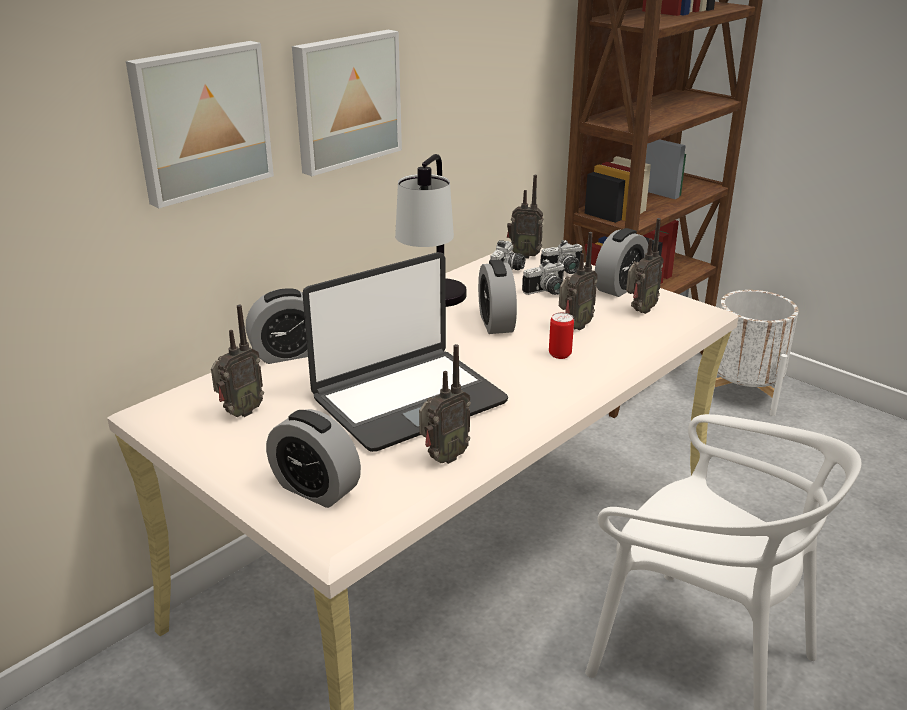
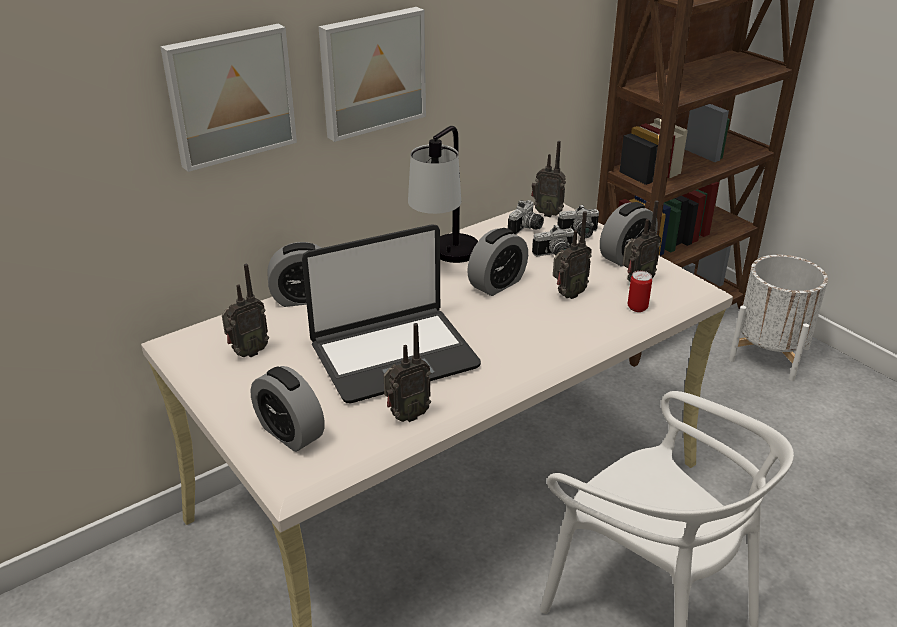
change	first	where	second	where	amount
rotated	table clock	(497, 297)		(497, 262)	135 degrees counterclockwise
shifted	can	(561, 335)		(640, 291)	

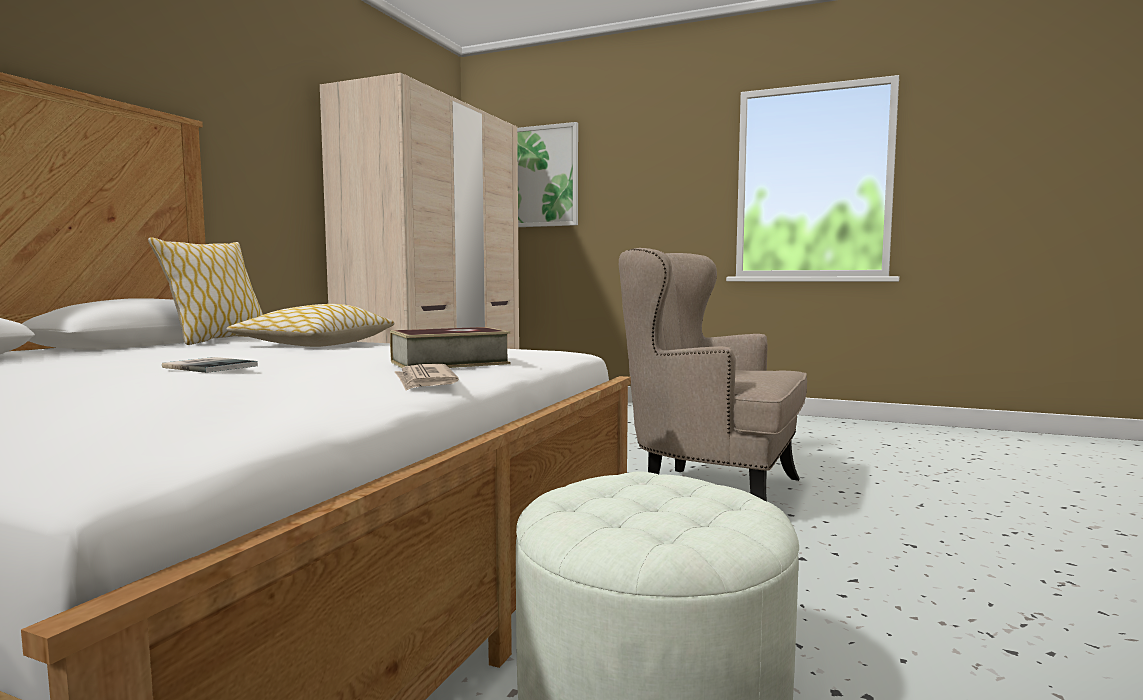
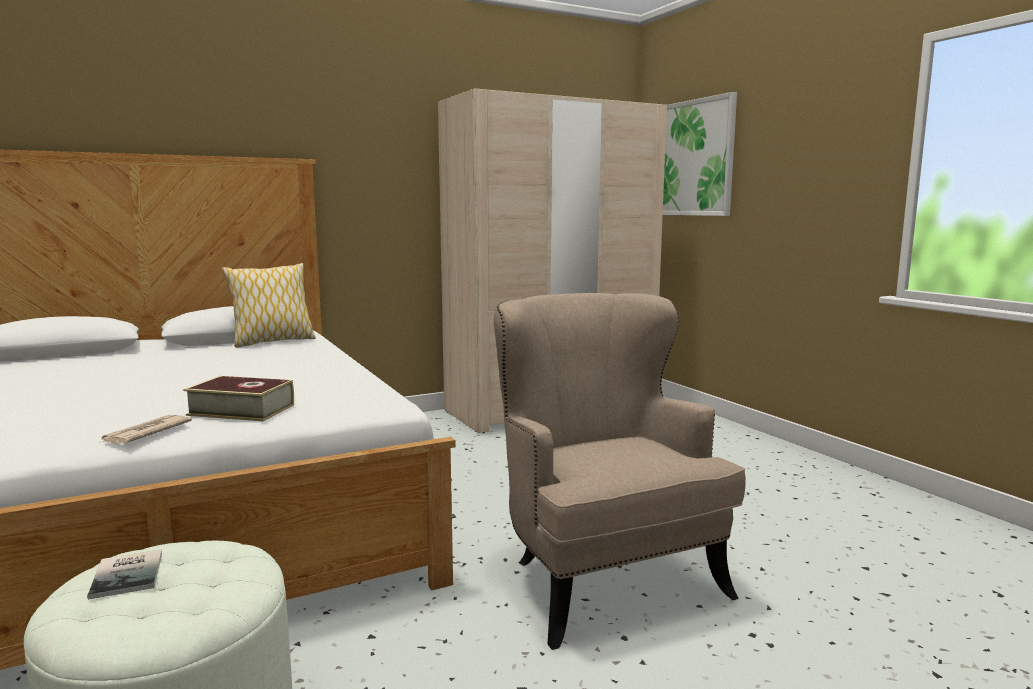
change	first	where	second	where	amount
shifted	volume	(210, 365)		(124, 574)	
gone	throw pillow	(311, 325)			

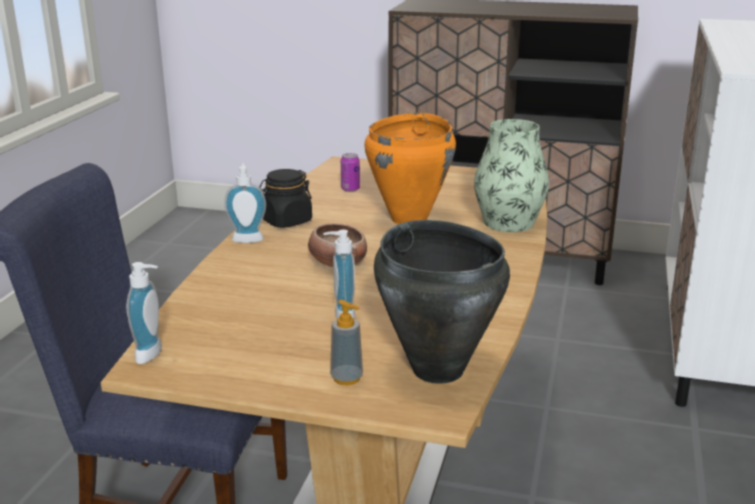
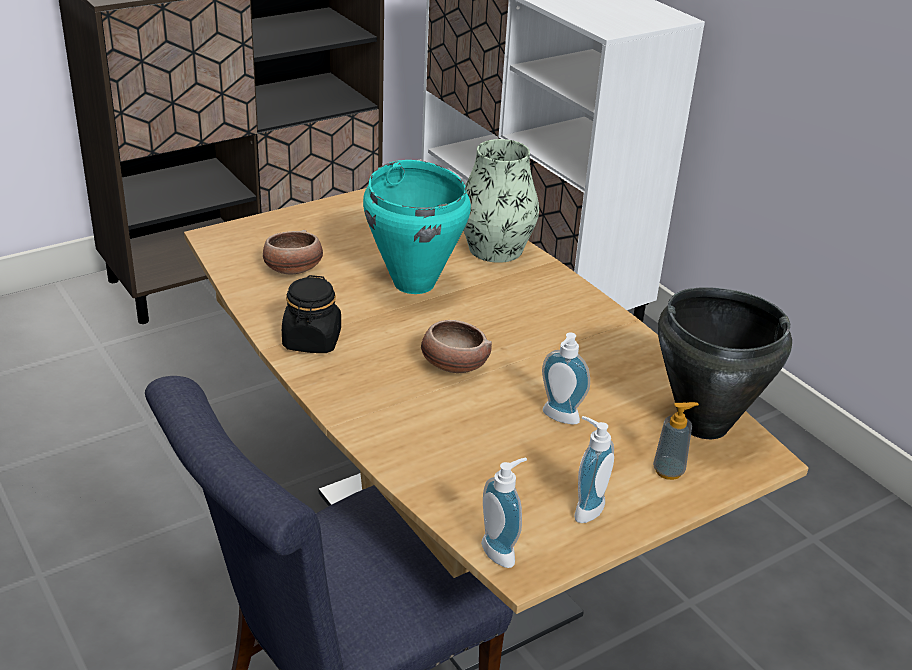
change	first	where	second	where	amount
shifted	soap dispenser	(245, 203)		(594, 469)	
swapped	can	(350, 172)	bowl	(293, 252)	
repainted	orange stockpot	(410, 168)	blue-green stockpot	(417, 227)	

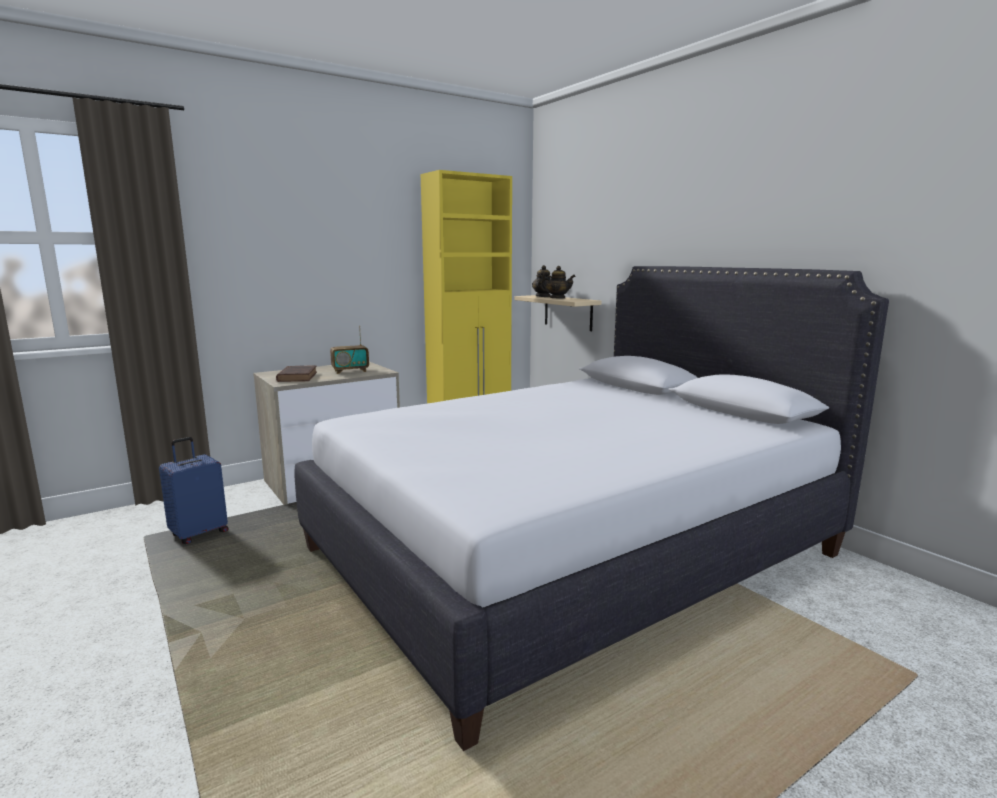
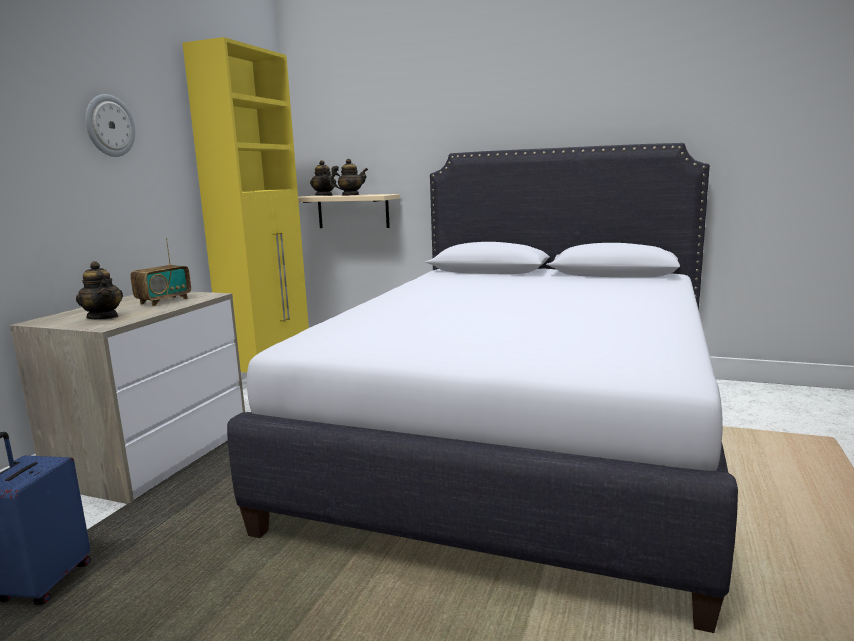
change	first	where	second	where	amount
swapped	brownish volume	(296, 373)	pot for tea	(99, 290)	
new			clock on the wall	(110, 125)	

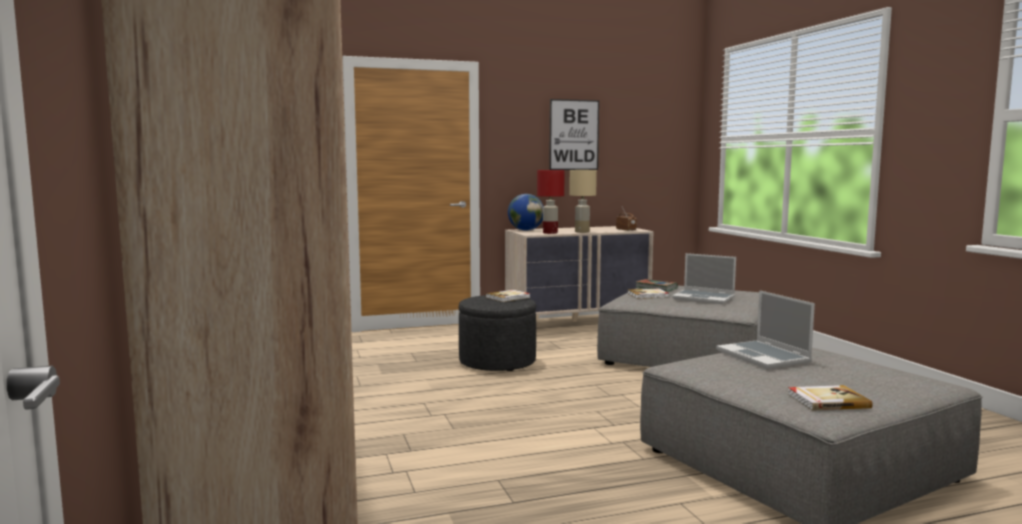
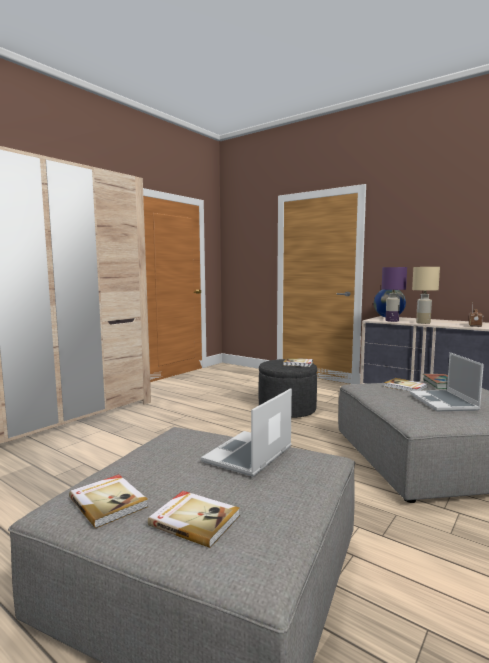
change	first	where	second	where	amount
repainted	red table lamp	(551, 202)	purple table lamp	(394, 294)	
gone	picture	(574, 134)			
new			volume	(194, 519)	

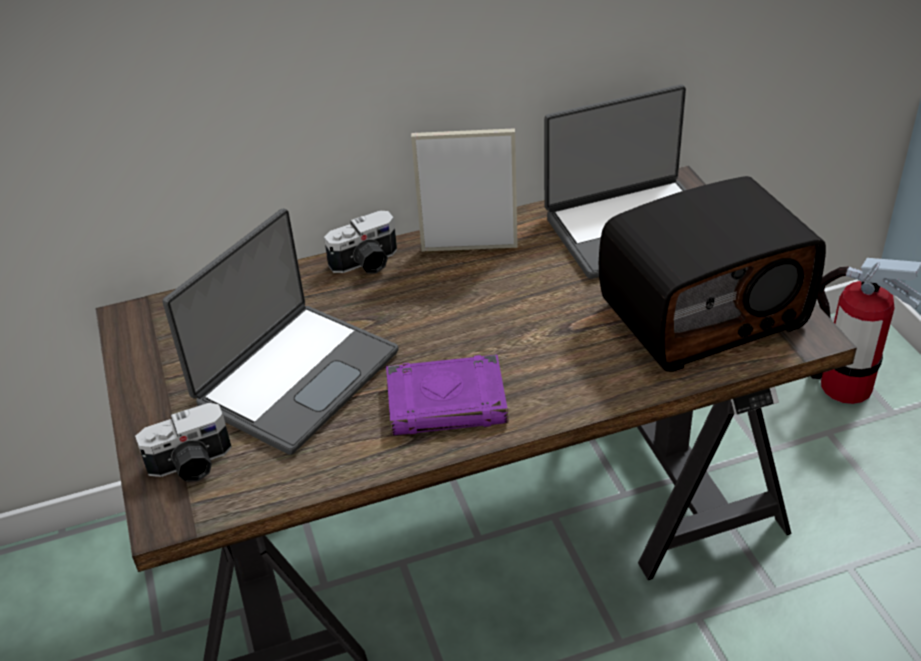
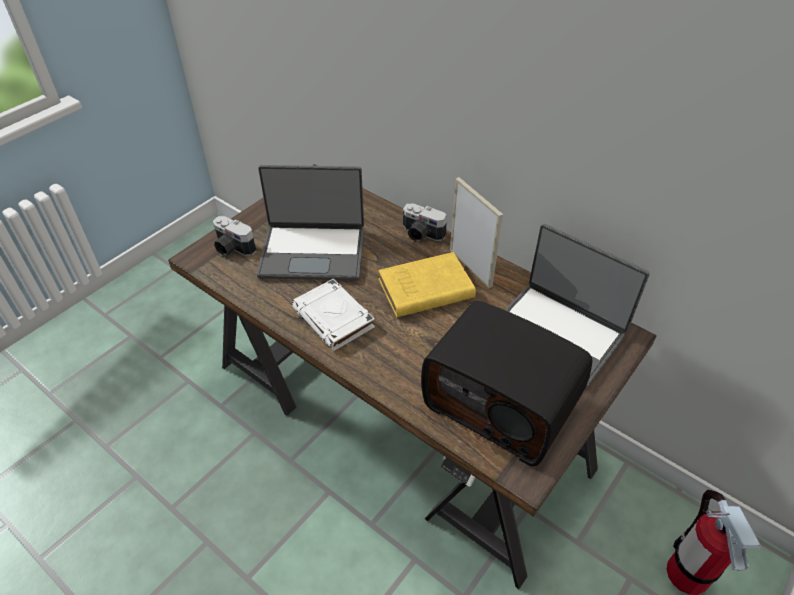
change	first	where	second	where	amount
repainted	purple volume	(447, 395)	white-coloured volume	(333, 315)	
new			yellow volume	(427, 285)	

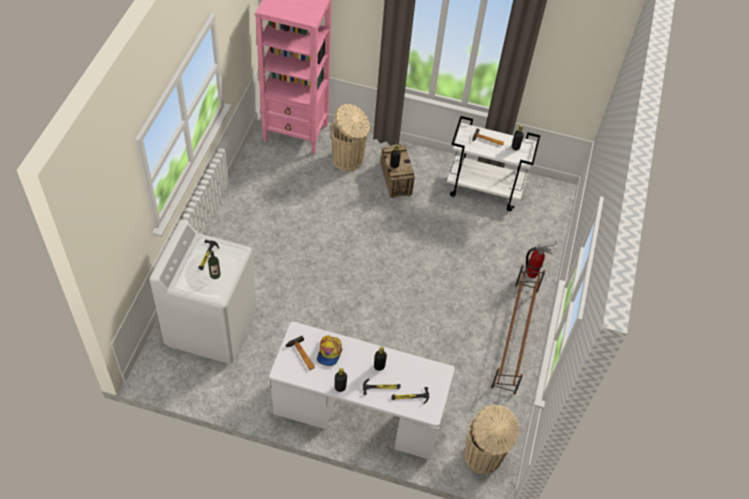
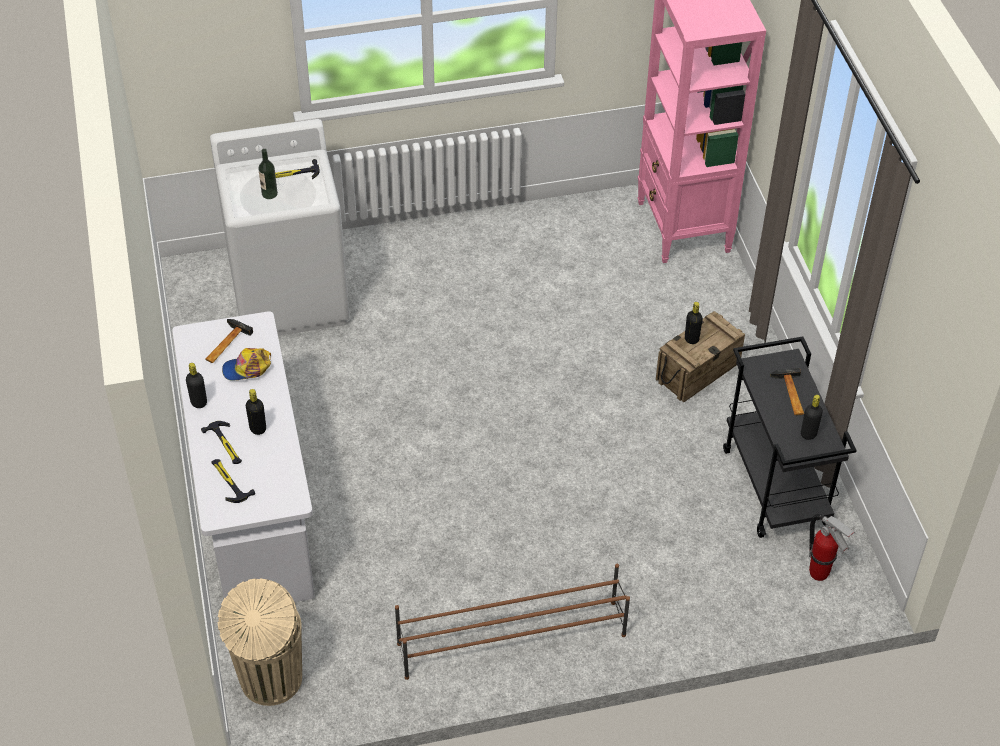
change	first	where	second	where	amount
gone	beige waste bin	(350, 137)			
repainted	white-coloured wheeled cart	(494, 163)	blackish wheeled cart	(790, 437)	
shifted	fire extinguisher	(541, 259)		(832, 547)	

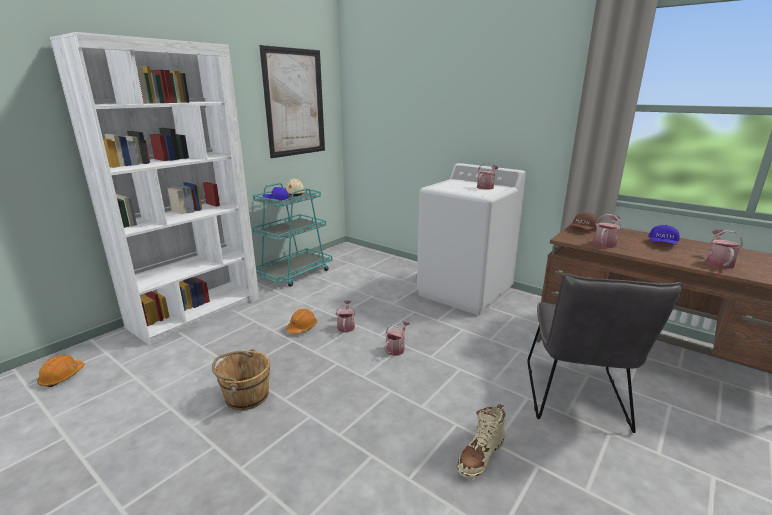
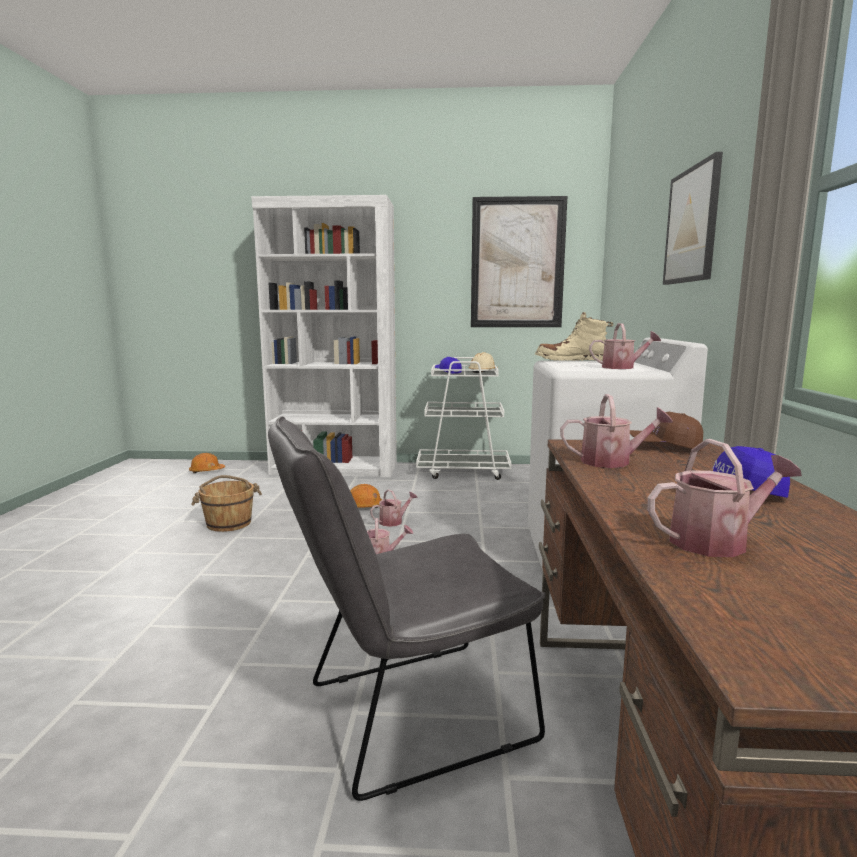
change	first	where	second	where	amount
repainted	blue-green wheeled cart	(292, 235)	white-coloured wheeled cart	(463, 418)	
shifted	beige tall boot	(481, 441)		(574, 336)	
new			picture	(693, 218)	

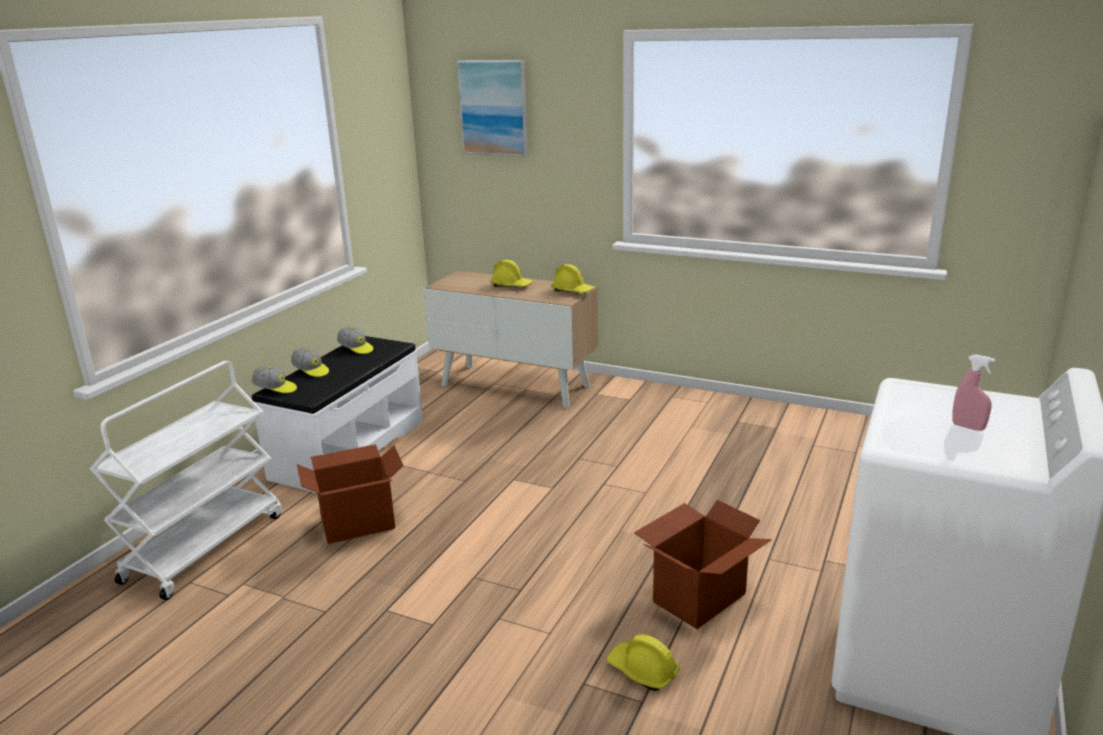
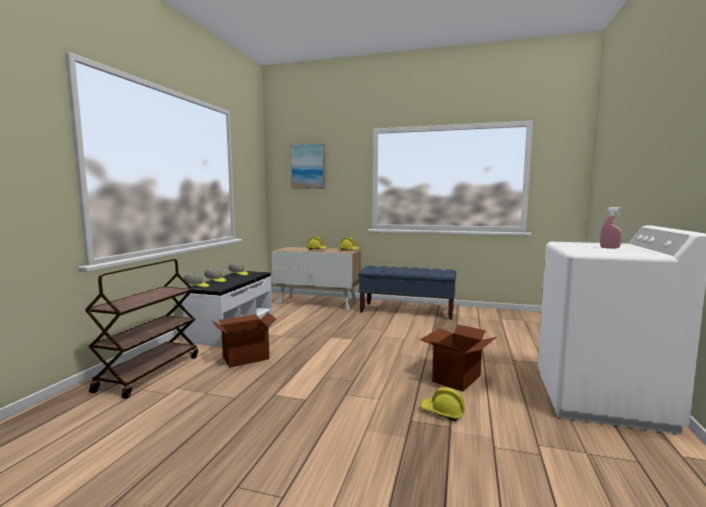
change	first	where	second	where	amount
repainted	white-coloured wheeled cart	(186, 480)	brownish wheeled cart	(141, 329)	
new			bluish long seat	(407, 293)	

